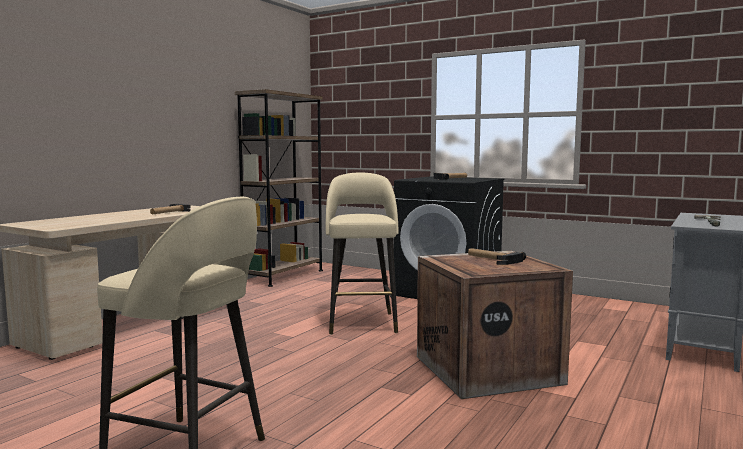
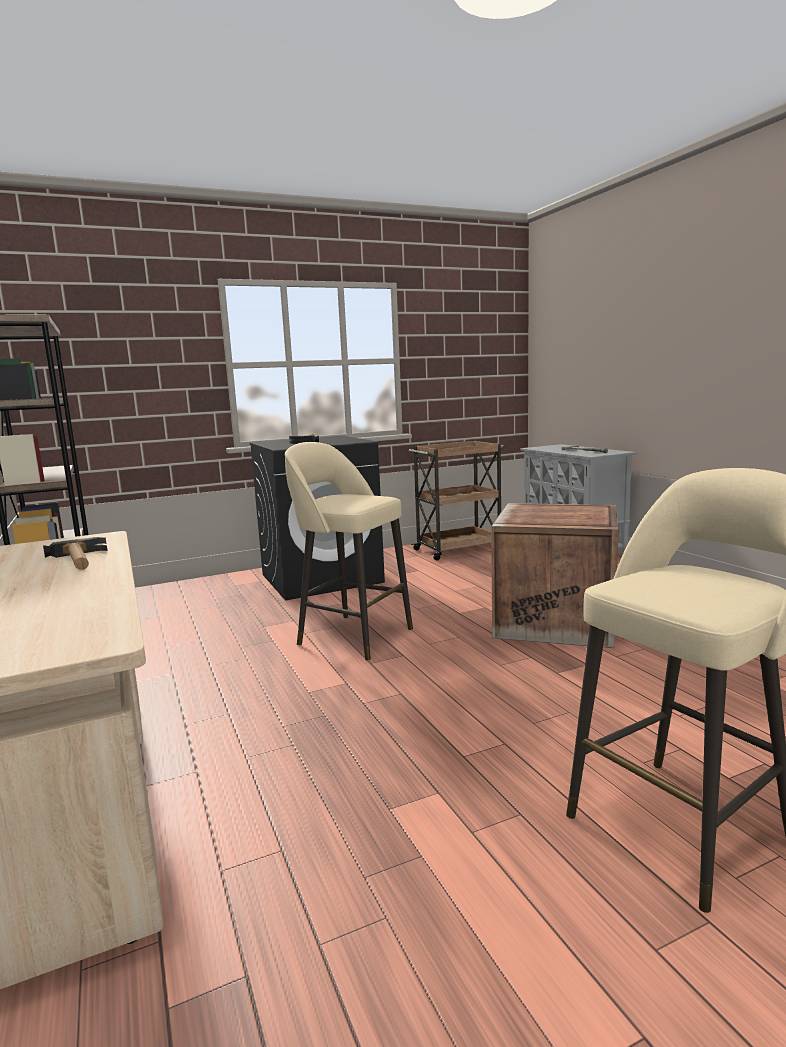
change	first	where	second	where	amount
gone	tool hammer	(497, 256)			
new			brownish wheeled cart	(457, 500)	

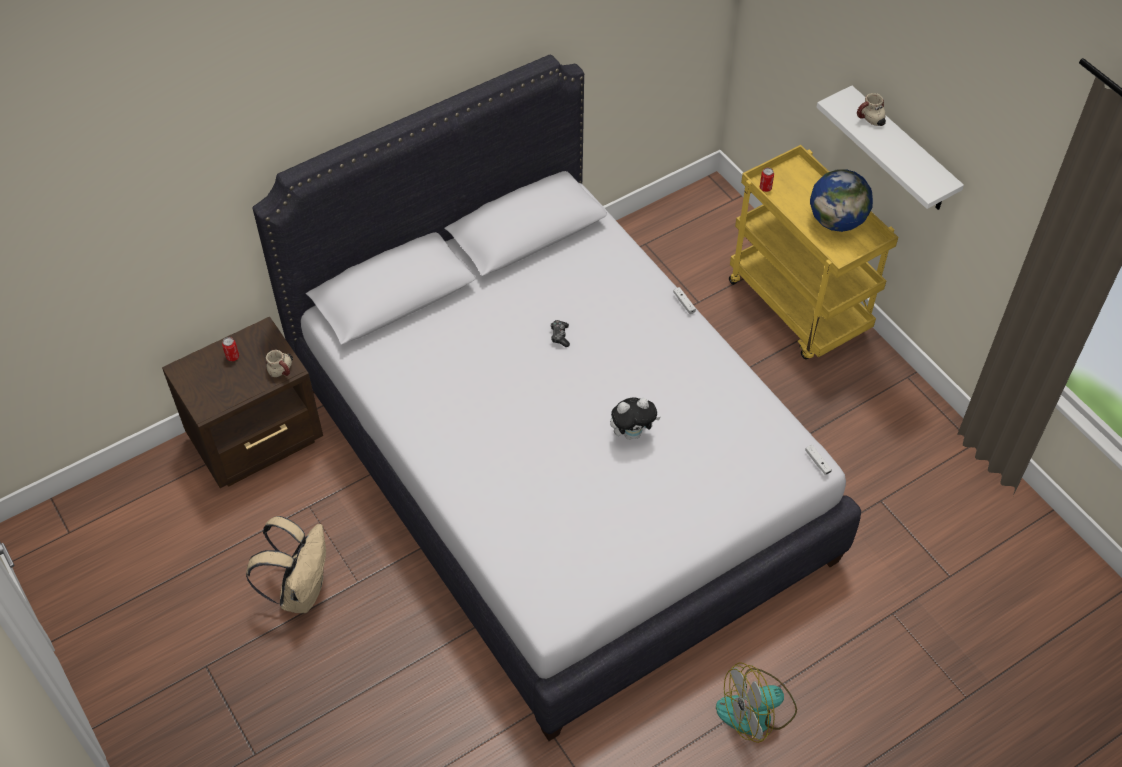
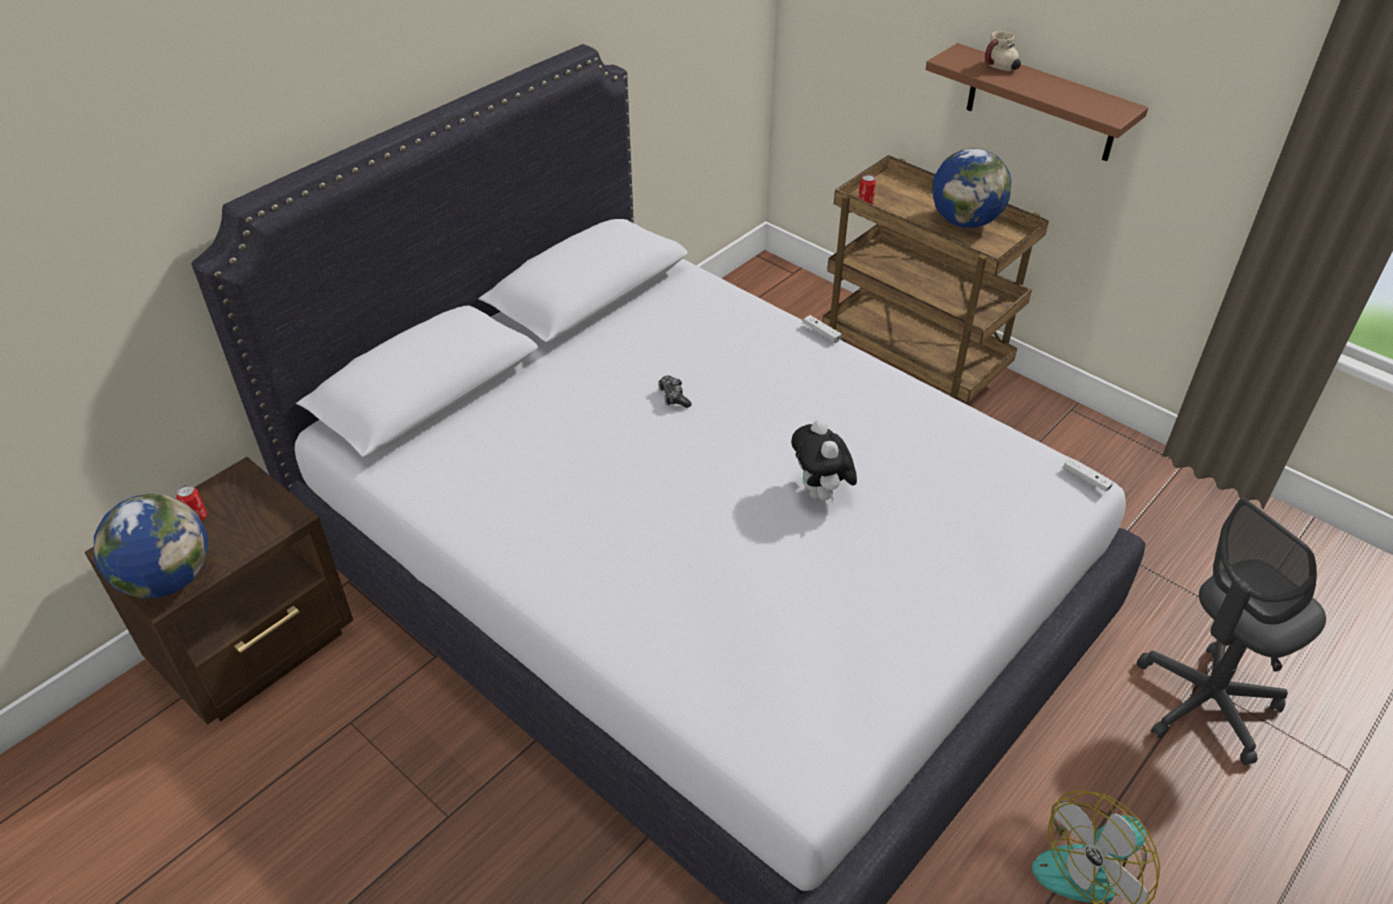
change	first	where	second	where	amount
gone	beige rucksack	(286, 564)			
gone	tea mug	(279, 363)			
rotated	cuddly toy	(635, 419)		(824, 461)	105 degrees clockwise
repainted	yellow wheeled cart	(813, 252)	brownish wheeled cart	(935, 278)	
repainted	white-coloured wall shelf	(890, 148)	brownish wall shelf	(1036, 102)	
new			desk globe	(151, 546)	
new			gray computer chair	(1231, 632)	

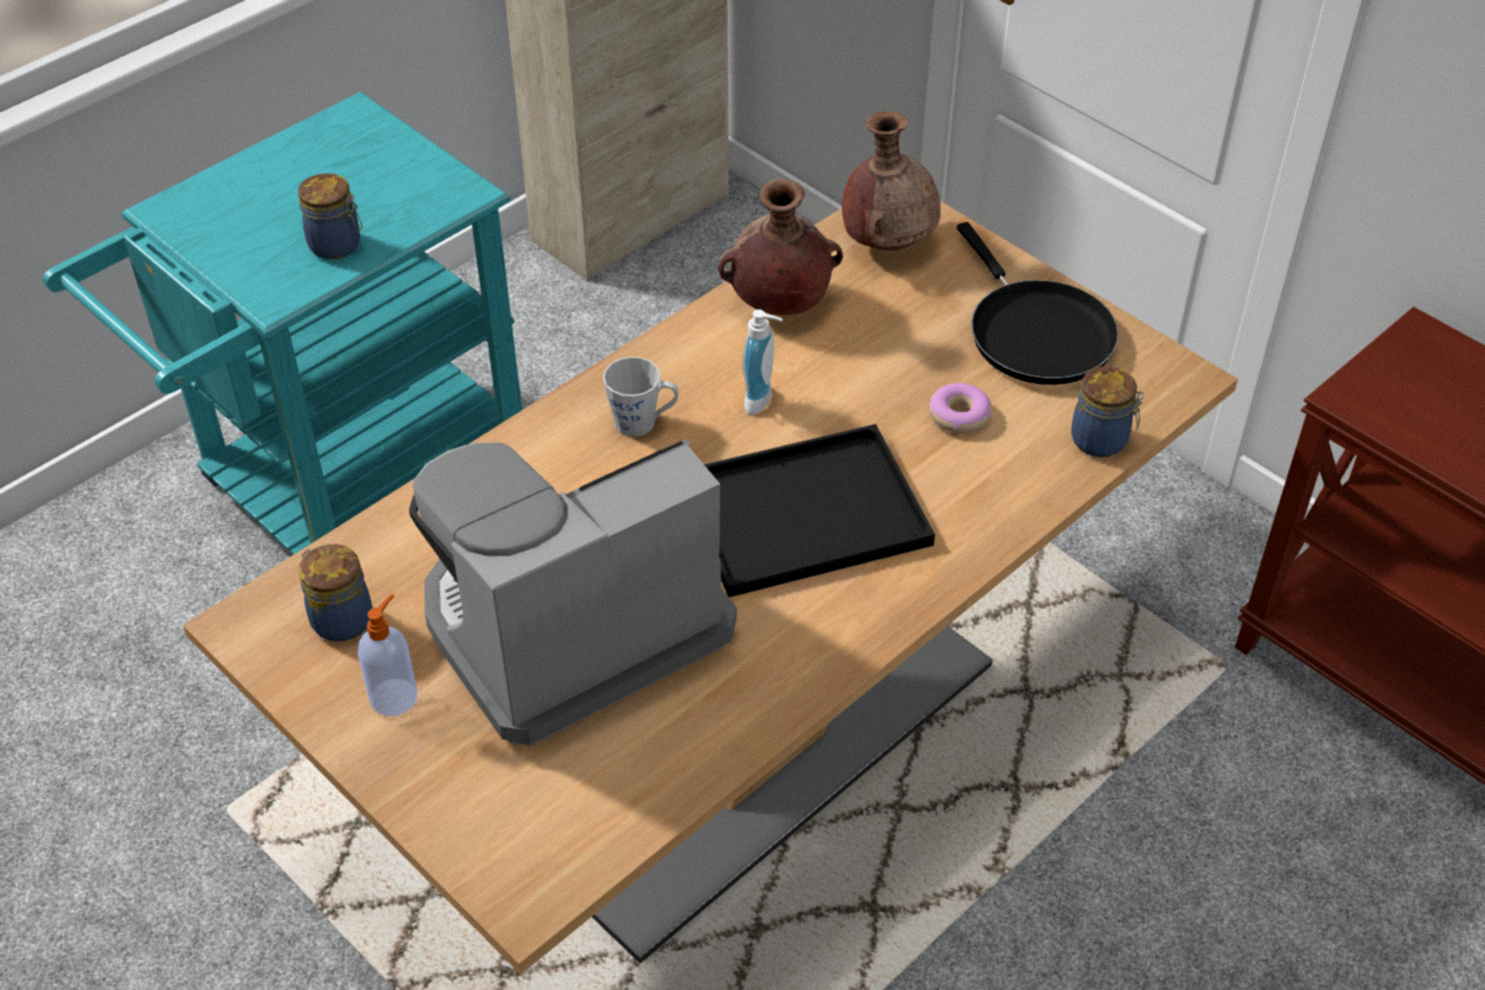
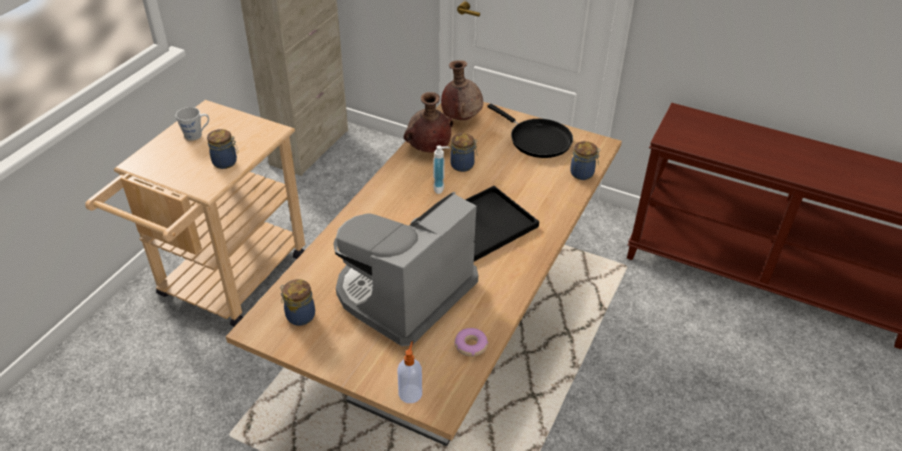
change	first	where	second	where	amount
repainted	blue-green wheeled cart	(282, 323)	beige wheeled cart	(195, 213)	
shifted	soap dispenser	(387, 655)		(410, 372)	
shifted	gray tea mug	(641, 397)		(192, 124)	
shifted	ring doughnut	(960, 408)		(471, 342)	
new			storage jar	(463, 152)	

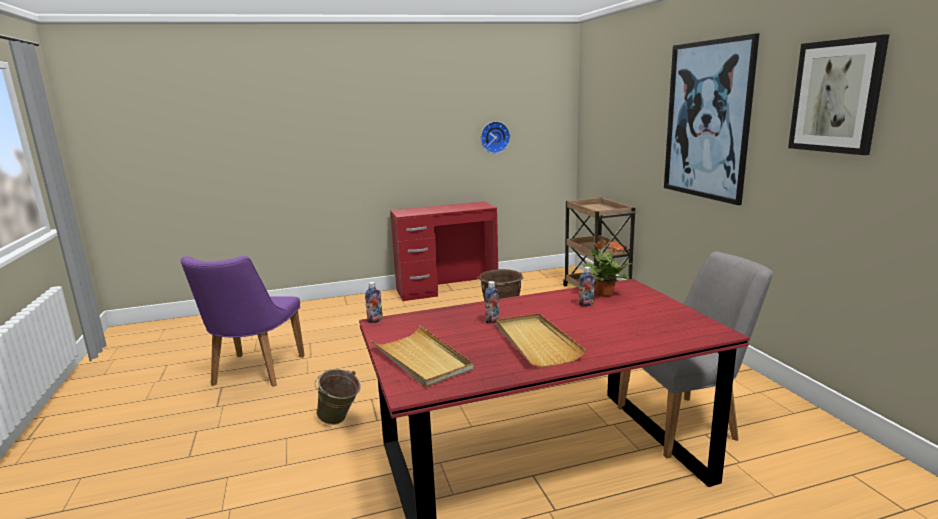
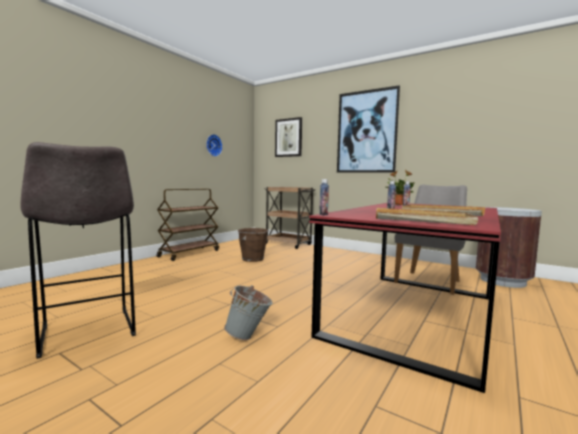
change	first	where	second	where	amount
swapped	purple upright chair	(243, 321)	gray stool	(78, 250)	
repainted	green water bucket	(338, 397)	gray water bucket	(248, 312)	
swapped	red desk table	(444, 251)	brownish wheeled cart	(187, 225)	
shifted	picture	(839, 94)		(288, 137)	
new			brownish waste bin	(509, 247)	

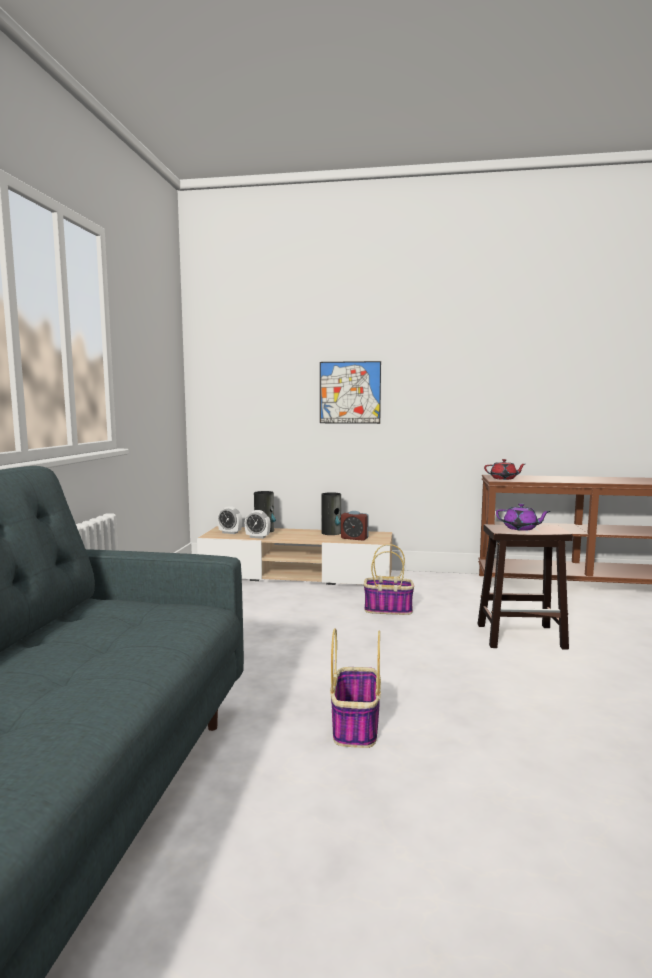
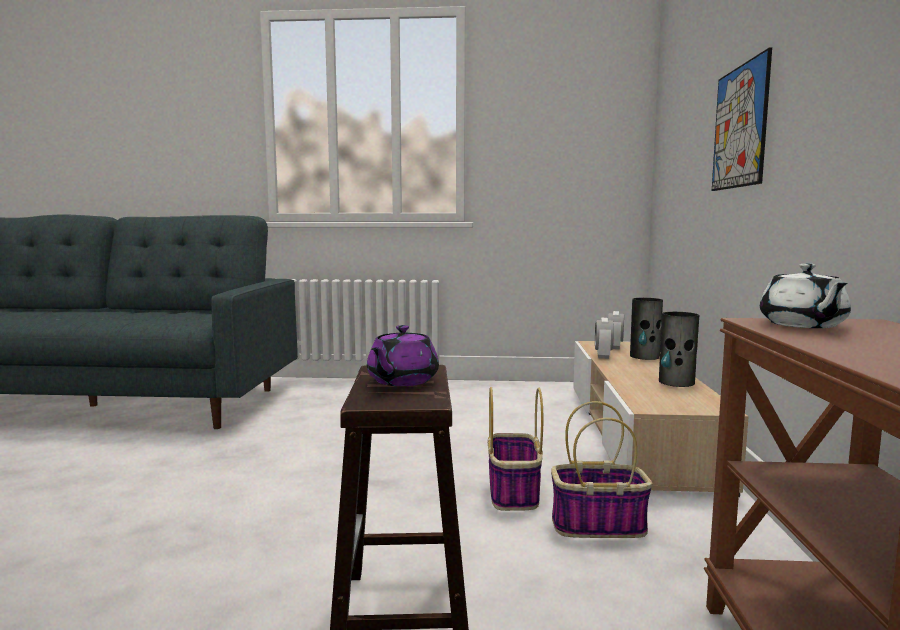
change	first	where	second	where	amount
shifted	household basket	(355, 688)		(601, 469)	
gone	table clock	(355, 526)			
repainted	red pot for tea	(504, 469)	white-coloured pot for tea	(805, 295)	

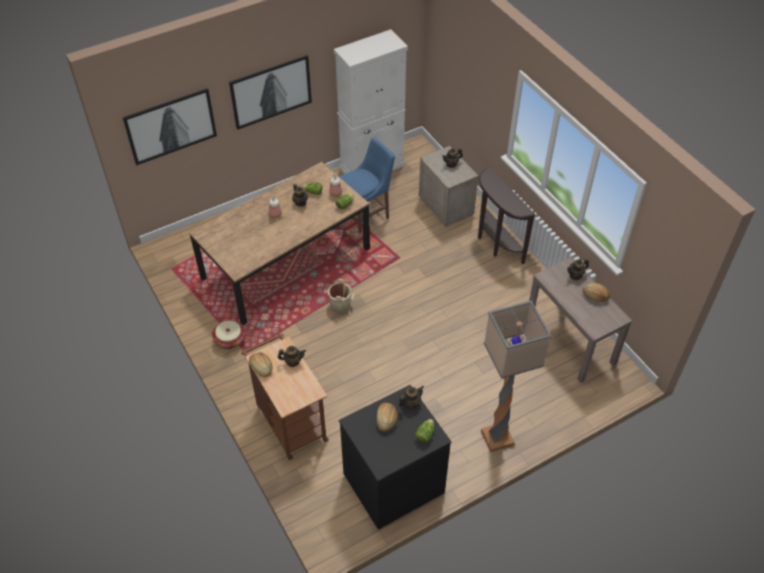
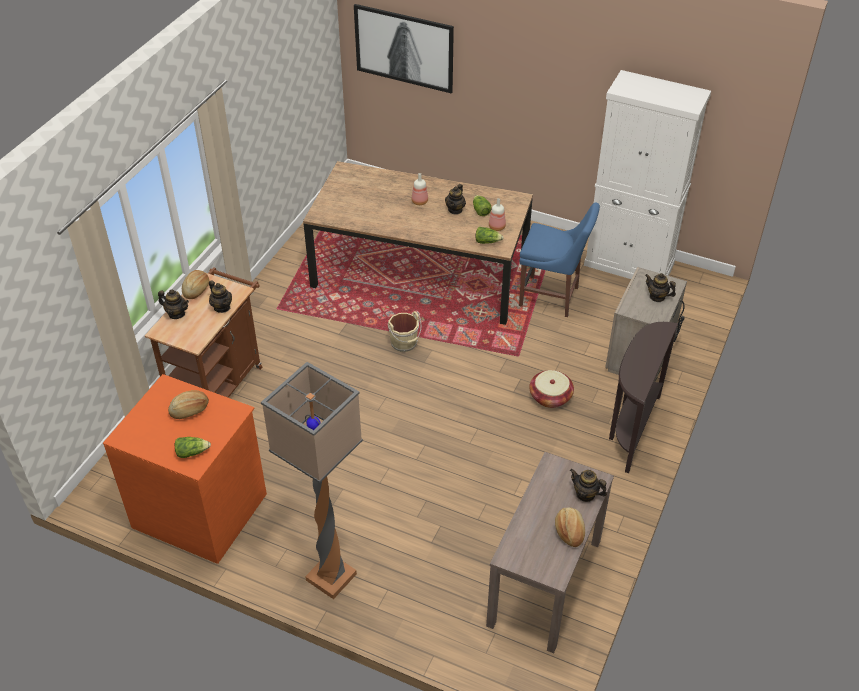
change	first	where	second	where	amount
shifted	household basket	(228, 334)		(551, 389)	
gone	picture	(270, 92)			
repainted	blackish chest of drawers	(395, 457)	orange chest of drawers	(185, 469)	
shifted	pot for tea	(411, 397)		(173, 304)	

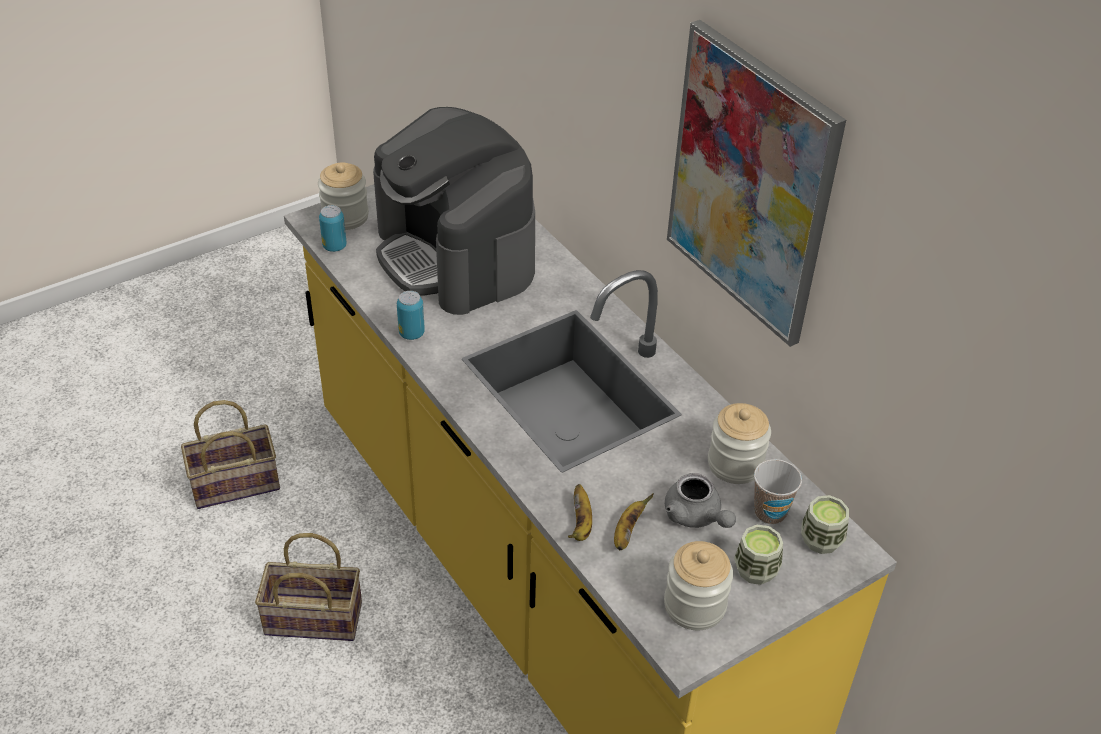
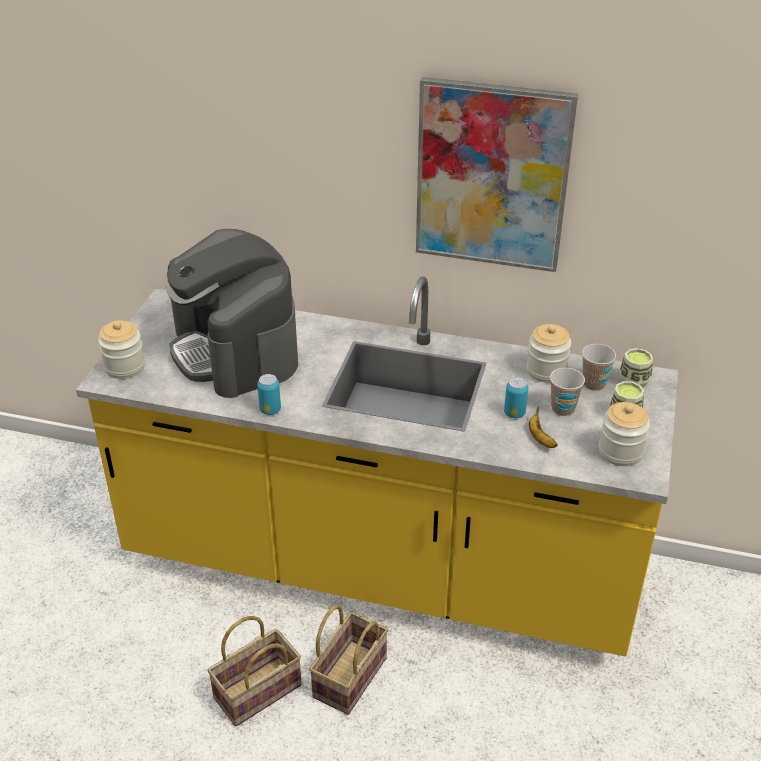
change	first	where	second	where	amount
shifted	household basket	(230, 454)		(348, 660)	
shifted	can	(333, 228)		(516, 397)	
rotated	coffee brewer	(454, 211)		(232, 313)	45 degrees clockwise
gone	banana	(580, 512)			
swapped	gray pot for tea	(700, 500)	cup	(567, 392)	

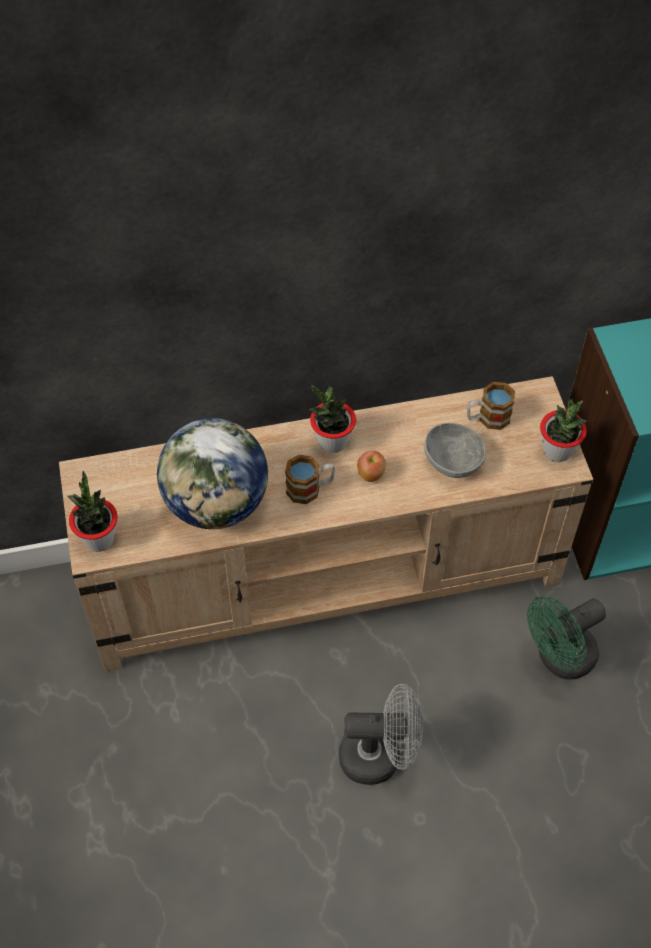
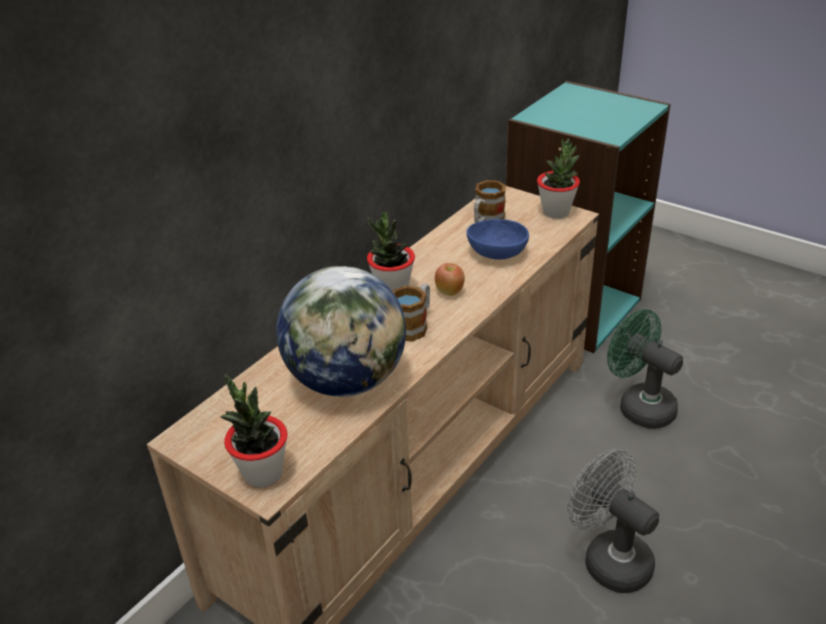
change	first	where	second	where	amount
rotated	gray electric fan	(381, 734)		(613, 521)	90 degrees counterclockwise
repainted	gray bowl	(455, 450)	bluish bowl	(498, 239)	
rotated	green electric fan	(566, 638)		(645, 369)	120 degrees clockwise

